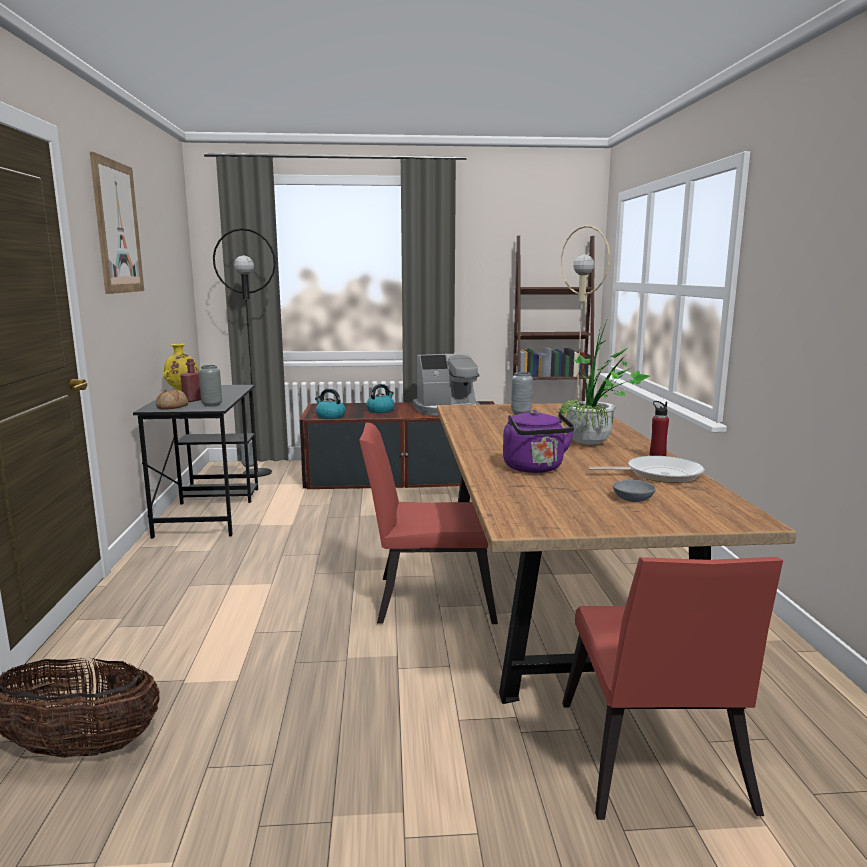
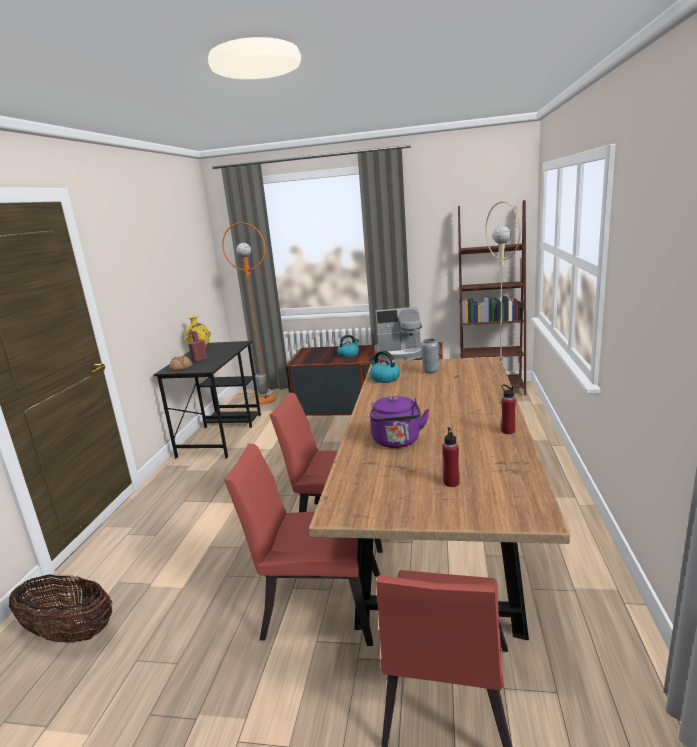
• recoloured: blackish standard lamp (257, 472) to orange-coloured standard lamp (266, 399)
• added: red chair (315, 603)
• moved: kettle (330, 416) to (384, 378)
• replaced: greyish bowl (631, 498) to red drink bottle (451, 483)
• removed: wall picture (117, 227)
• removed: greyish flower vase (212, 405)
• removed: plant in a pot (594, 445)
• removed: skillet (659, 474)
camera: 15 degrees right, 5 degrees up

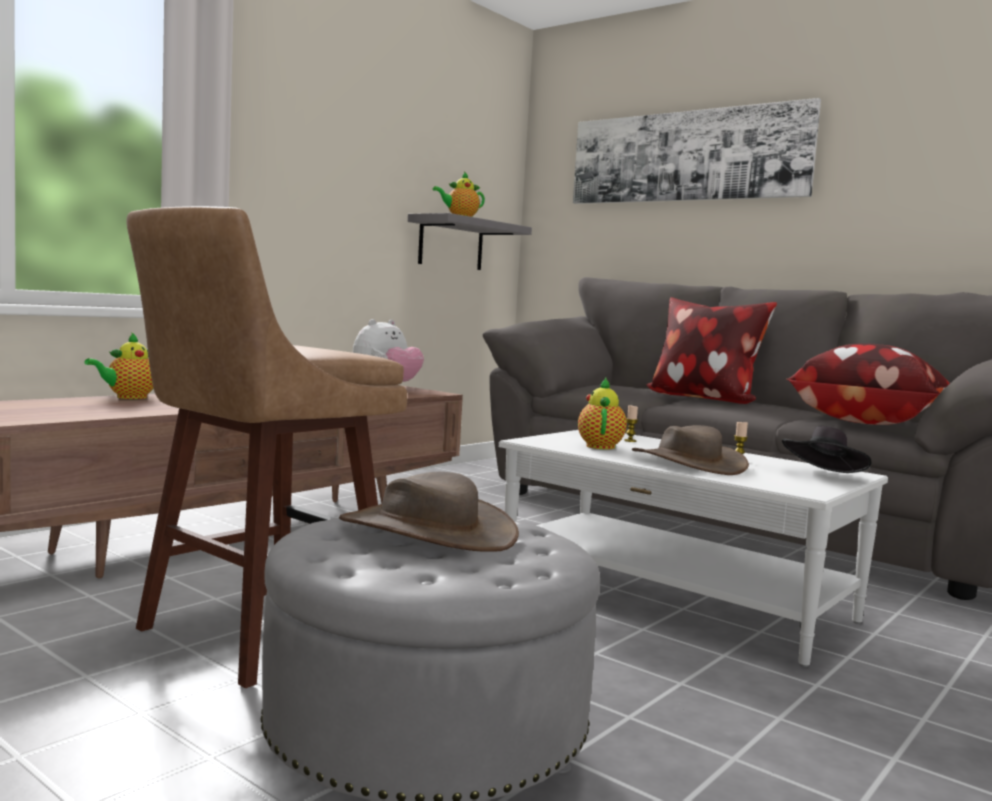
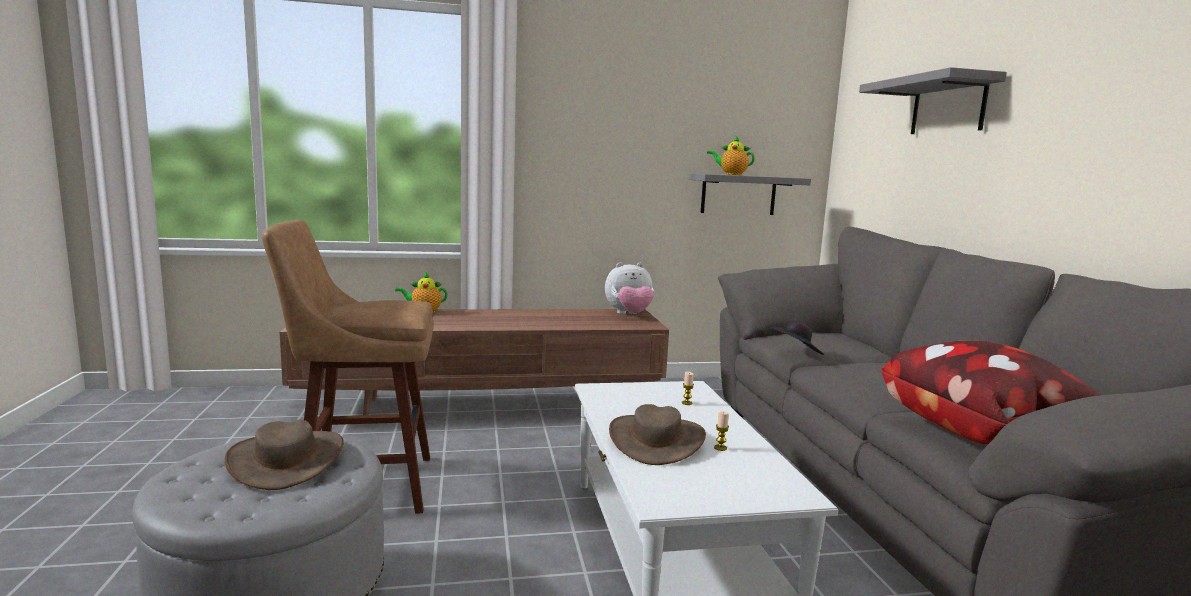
• moved: blackish wearable hat (823, 476) to (795, 353)
• replaced: wall picture (686, 156) to greyish wall shelf (948, 106)
• removed: pot for tea (600, 446)
• removed: throw pillow (703, 398)
camera: 40 degrees right, 5 degrees up

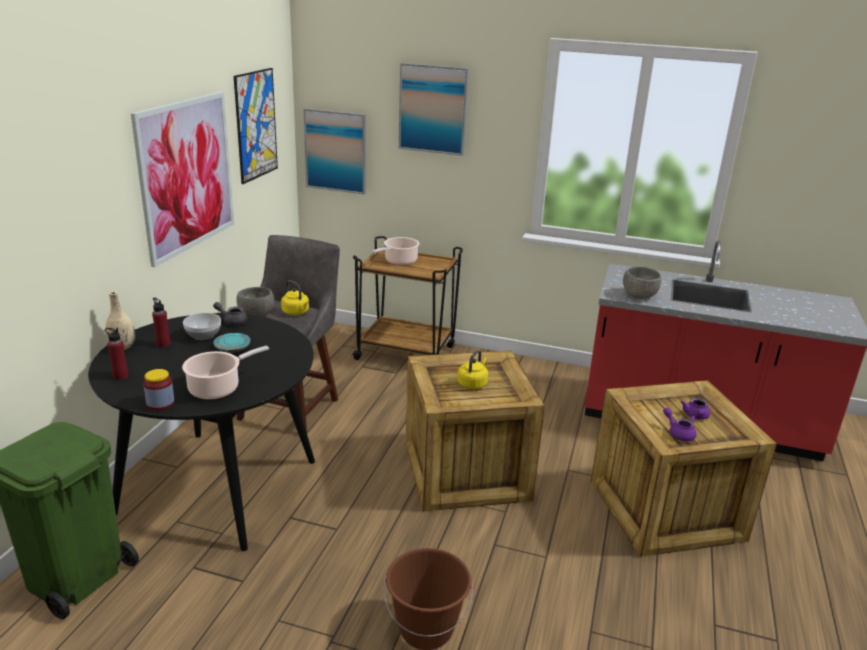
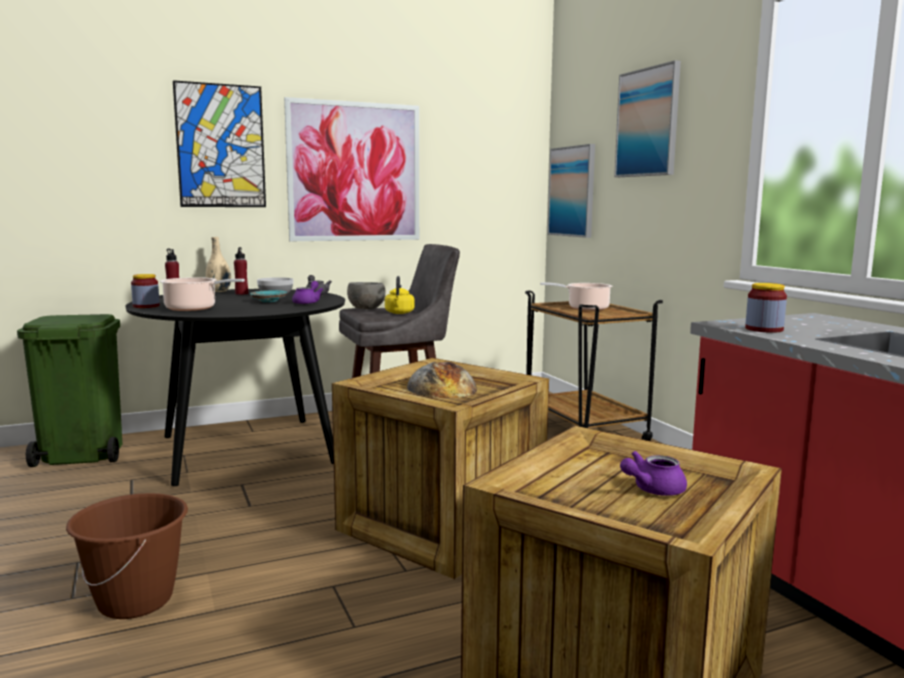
• moved: wall picture (256, 125) to (220, 146)
• moved: purple pot for tea (679, 433) to (308, 302)
• replaced: yellow kettle (473, 384) to bakery bread (442, 387)
• replaced: greyish bowl (638, 296) to preserve jar (764, 329)
camera: 50 degrees right, 15 degrees down

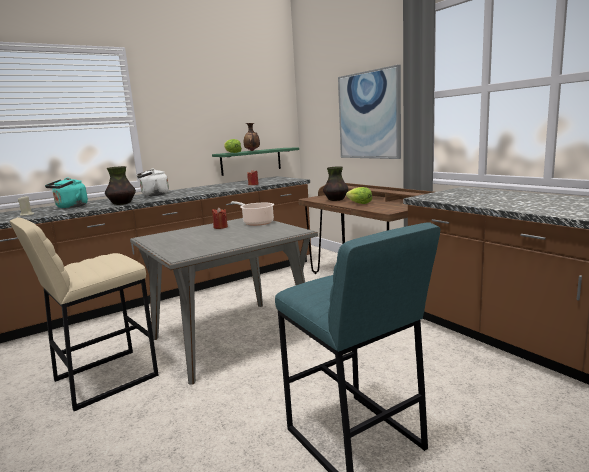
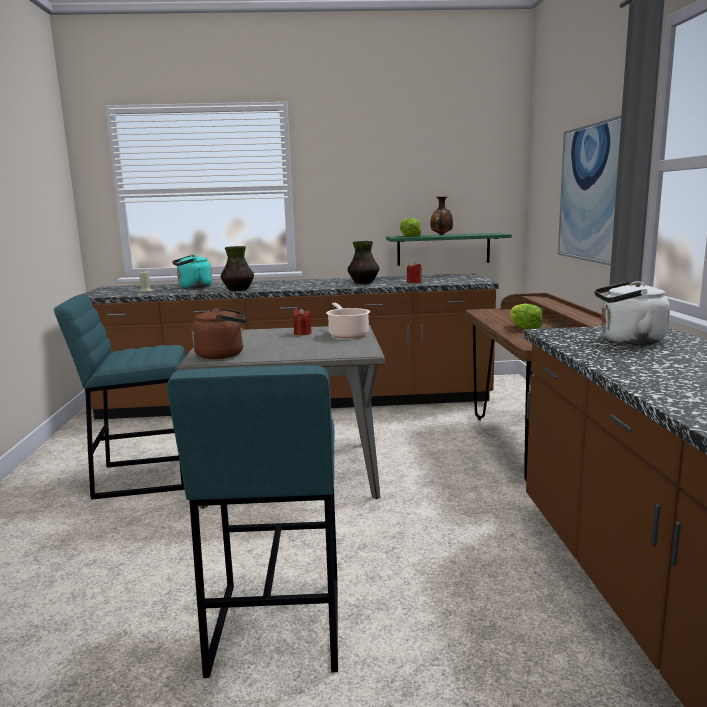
• recoloured: sand-coloured stool (103, 379) to turquoise-coloured stool (141, 477)
• added: brown kettle (223, 355)
• moved: flower vase (336, 200) to (363, 283)
• moved: white kettle (153, 195) to (627, 341)
camera: 30 degrees right, 0 degrees up

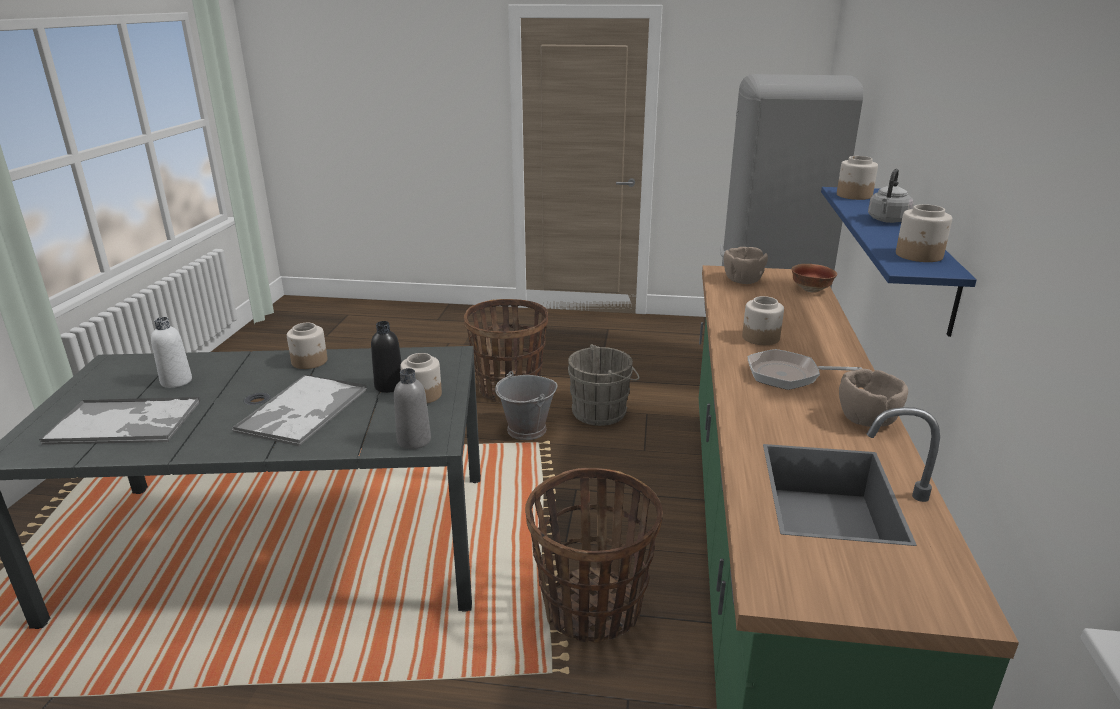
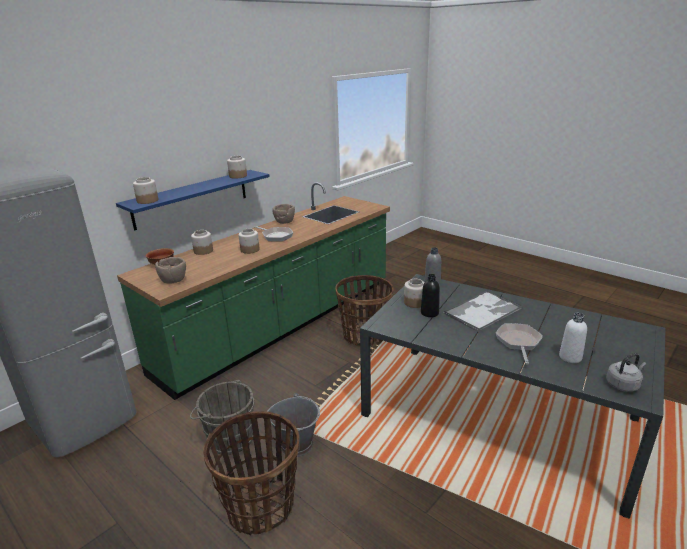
• moved: preserve jar (310, 361) to (203, 251)
• added: skillet (518, 342)
• moved: greyish kettle (887, 220) to (623, 384)
• removed: carrying tray (126, 423)
camera: 145 degrees left, 0 degrees up

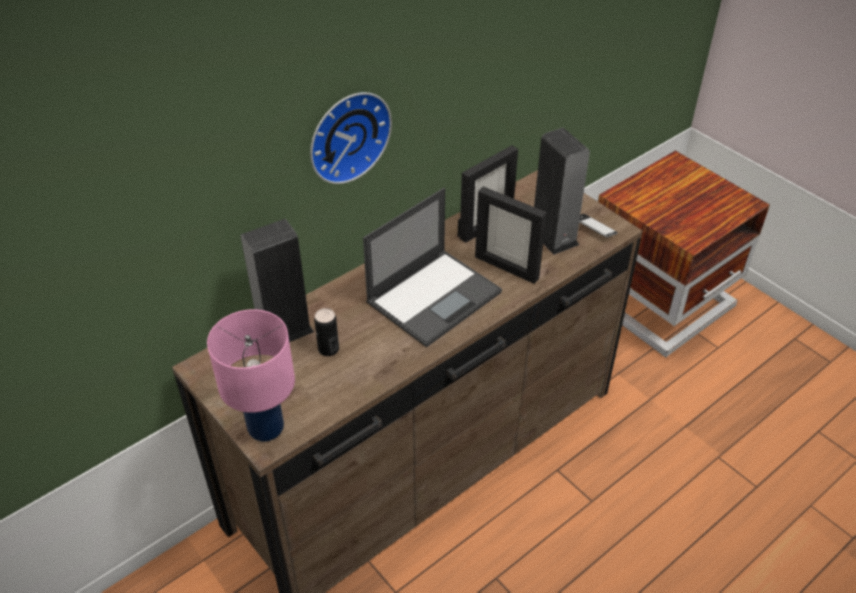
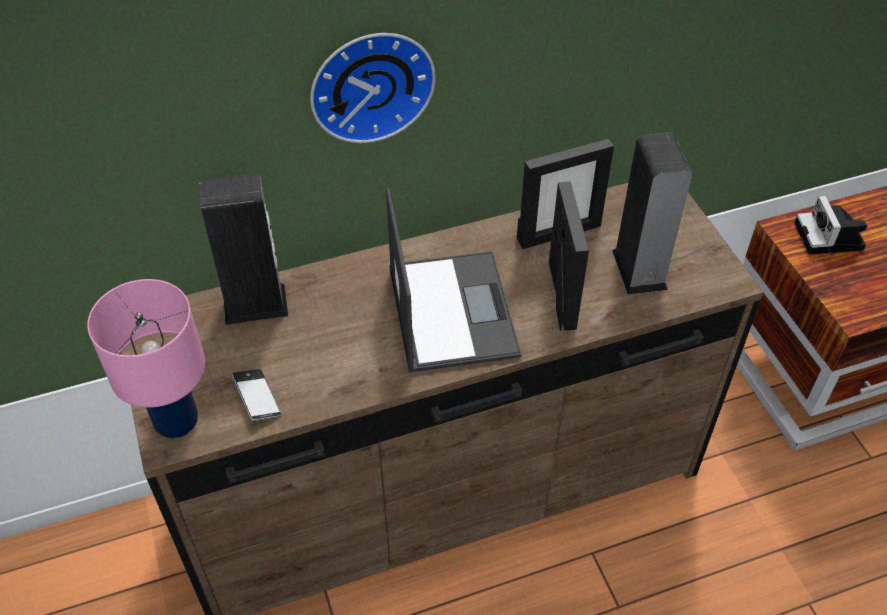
• moved: phone (594, 228) to (257, 398)
• turned: laptop (435, 296) = (451, 310) 75 degrees counterclockwise
• turned: photo frame (507, 267) = (560, 295) 150 degrees counterclockwise
• added: photo camera (830, 238)
• removed: metal can (328, 349)
camera: 20 degrees right, 5 degrees up

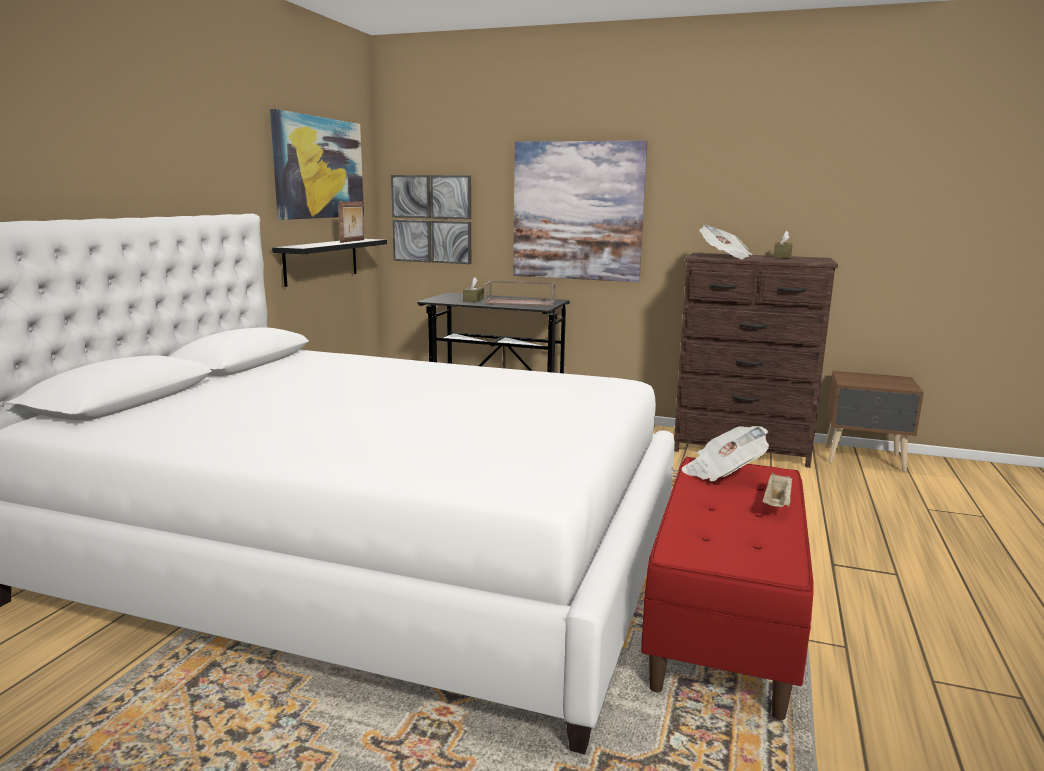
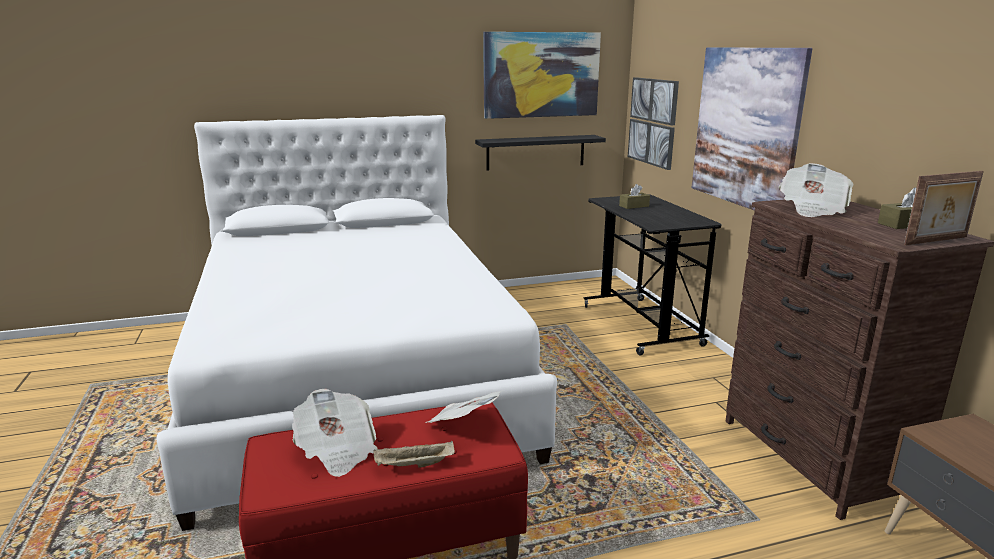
• added: daily paper (337, 450)
• moved: photo frame (353, 241) to (937, 241)
• removed: brown carrying tray (521, 302)
camera: 55 degrees right, 5 degrees up

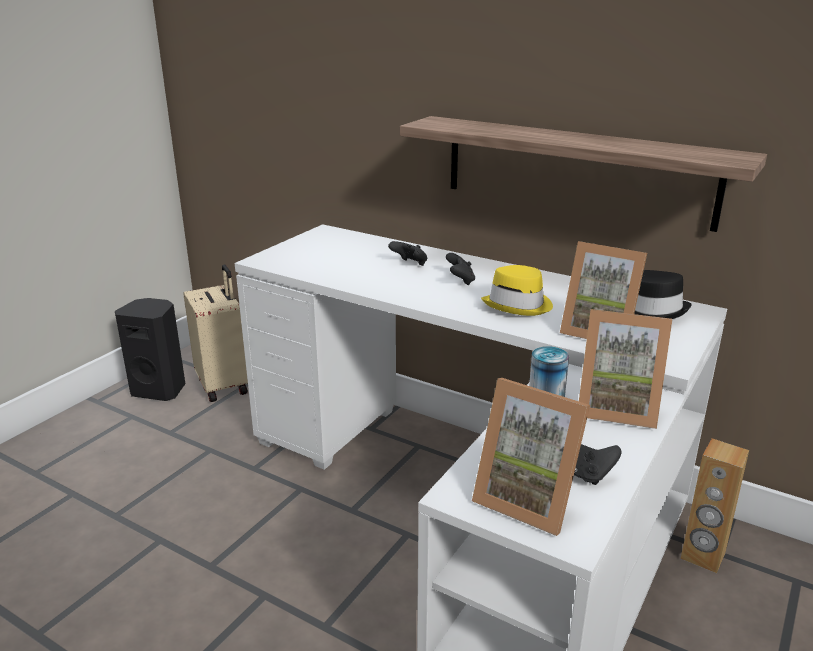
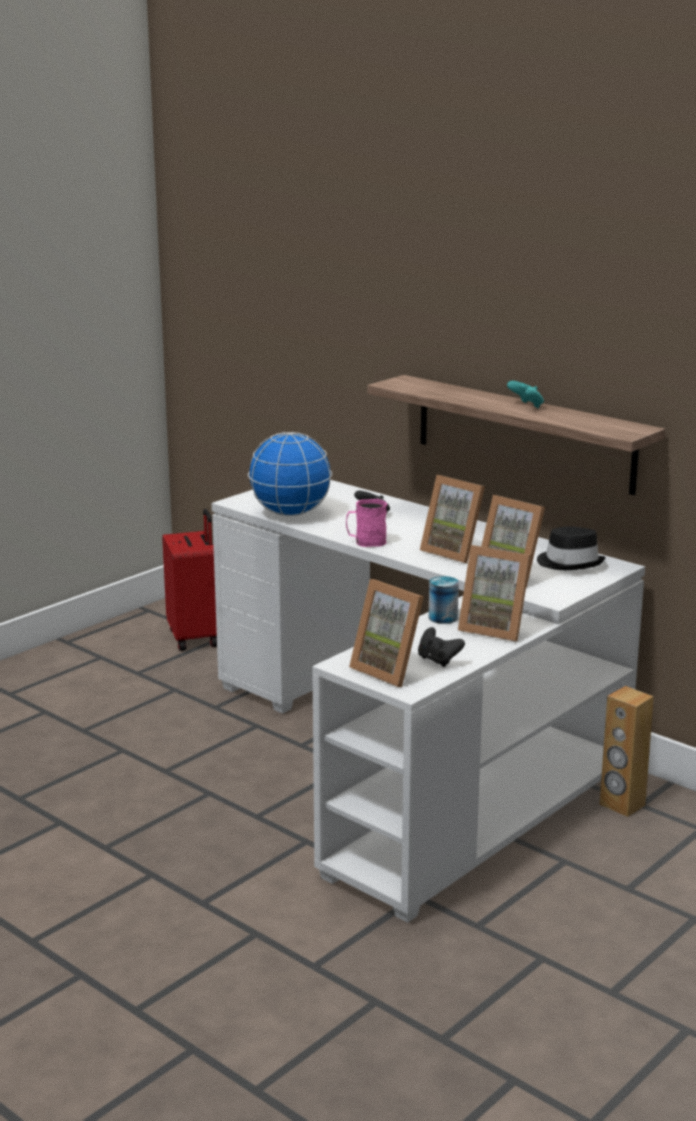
• recoloured: sand-coloured piece of luggage (224, 385) to red piece of luggage (195, 637)
• added: world globe (291, 513)
• added: pink-coloured tea mug (366, 542)
• replaced: yellow wearable hat (519, 305) to photo frame (455, 551)
• added: turquoise-coloured game controller (526, 406)
• removed: blackish speaker (160, 390)
• removed: blackish game controller (460, 281)
camera: 10 degrees right, 5 degrees down

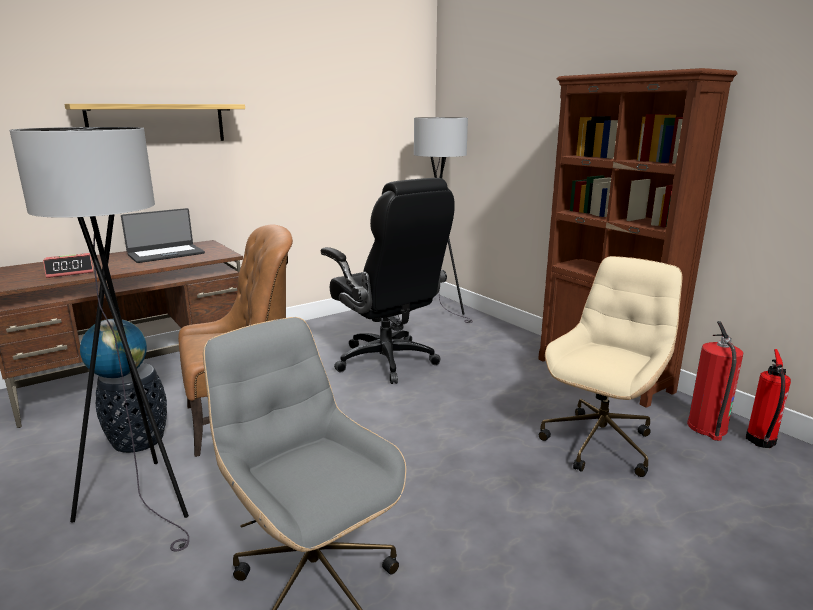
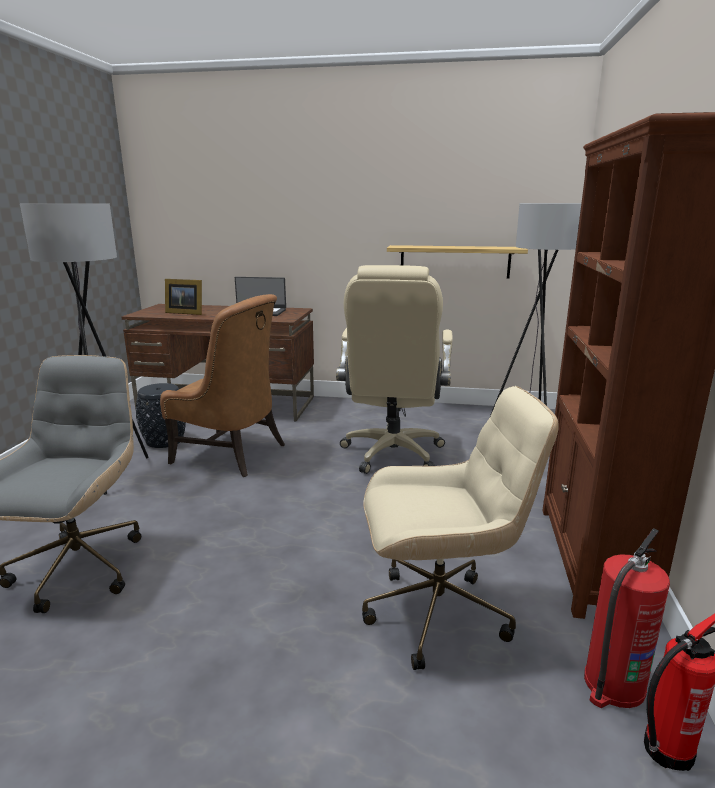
• replaced: bedside clock (70, 271) to photo frame (185, 313)
• recoloured: blackish computer chair (387, 362) to sand-coloured computer chair (392, 454)
• moved: wall shelf (157, 123) to (455, 261)
• removed: world globe (119, 375)
camera: 45 degrees right, 0 degrees up

